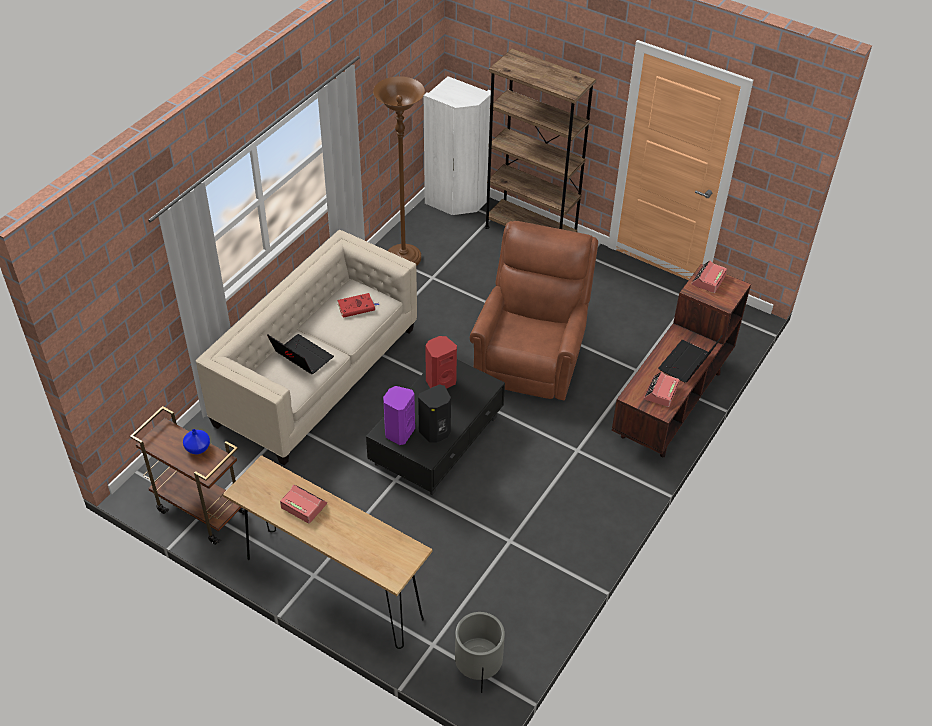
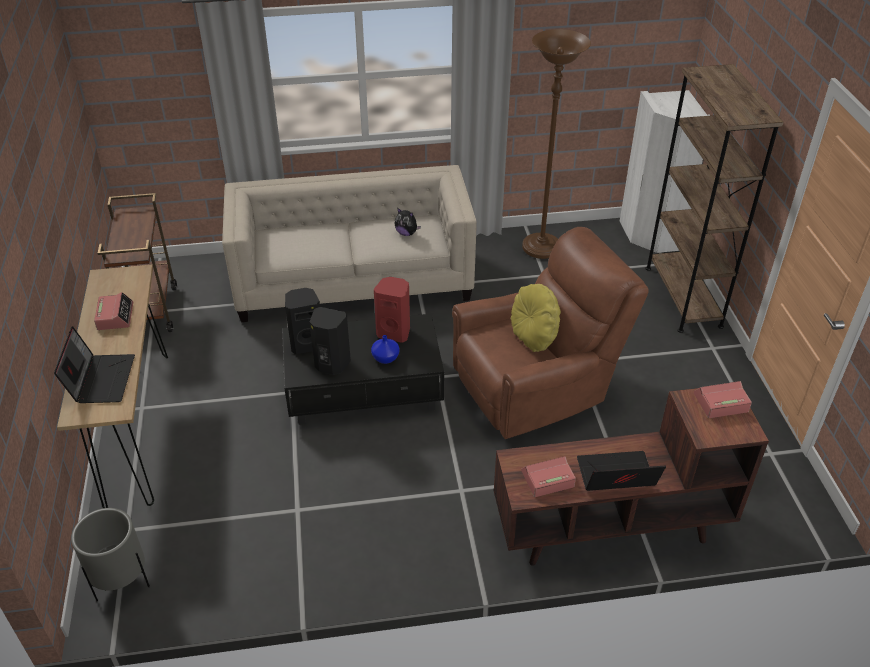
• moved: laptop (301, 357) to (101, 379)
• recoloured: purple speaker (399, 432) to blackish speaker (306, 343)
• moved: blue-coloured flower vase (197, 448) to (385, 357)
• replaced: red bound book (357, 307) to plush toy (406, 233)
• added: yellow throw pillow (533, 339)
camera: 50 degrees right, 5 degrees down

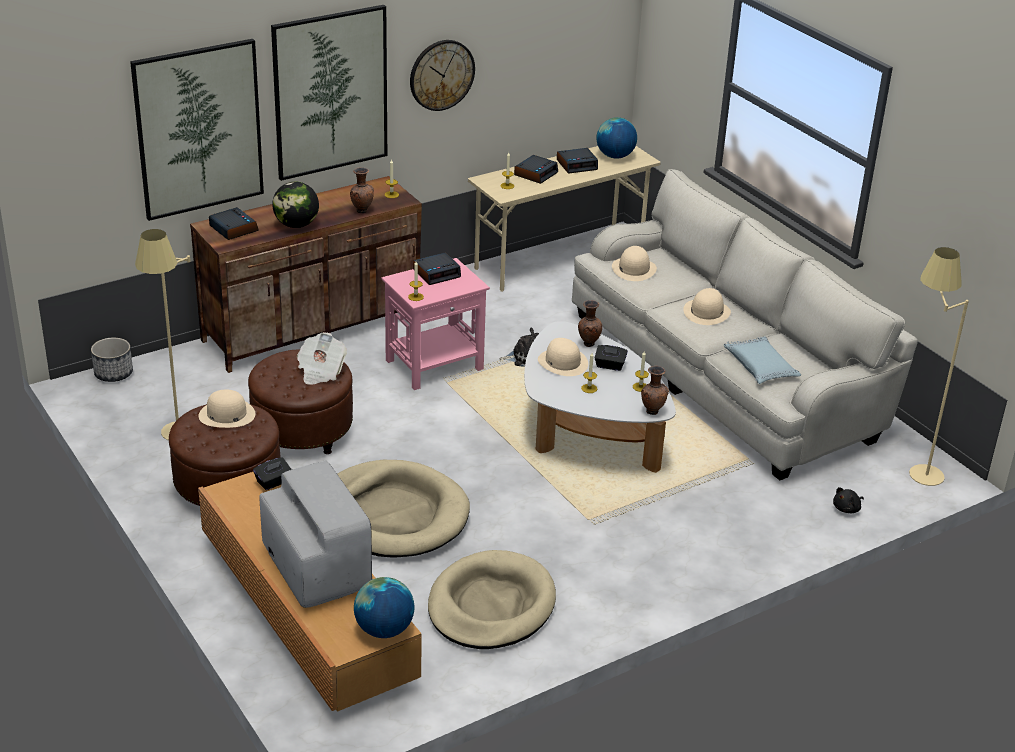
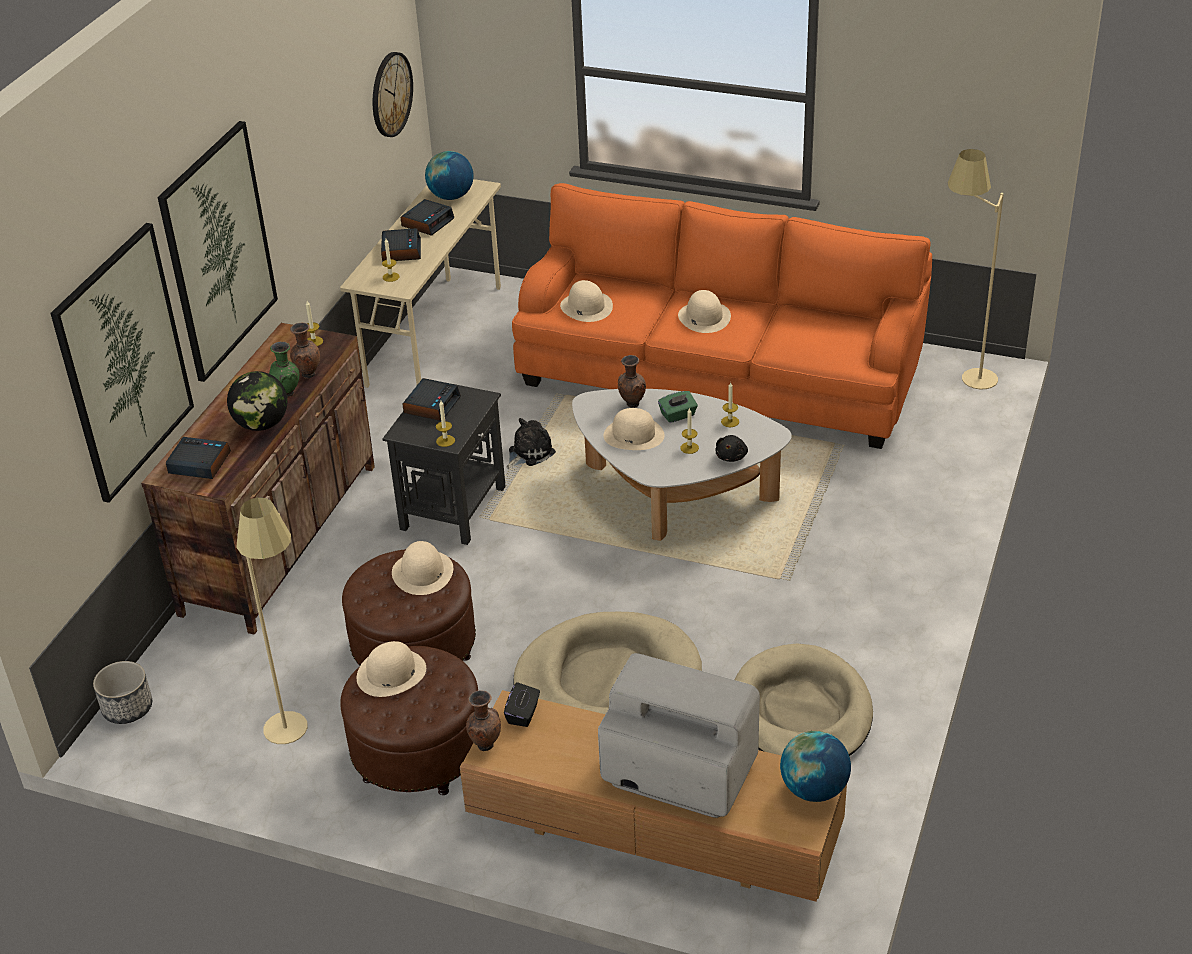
• added: green-coloured flower vase (288, 394)
• moved: wall clock (441, 75) to (391, 94)
• recoloured: pink-coloured accent table (435, 364) to blackish accent table (454, 507)
• replaced: daily paper (320, 371) to sand-coloured wearable hat (423, 572)
• moved: brown flower vase (652, 411) to (485, 744)
• recoloured: white couch (724, 374) to orange-coloured couch (719, 374)
• recoloured: blackish box of tissues (609, 365) to green-coloured box of tissues (678, 415)
• moved: blackish plush toy (847, 509) to (731, 456)
• removed: blue-coloured throw pillow (760, 365)
camera: 35 degrees left, 5 degrees up

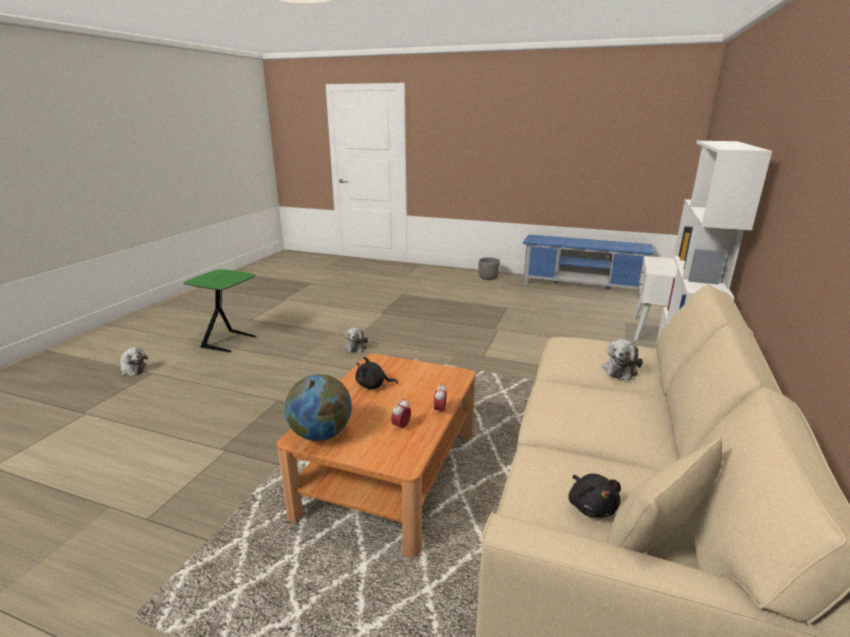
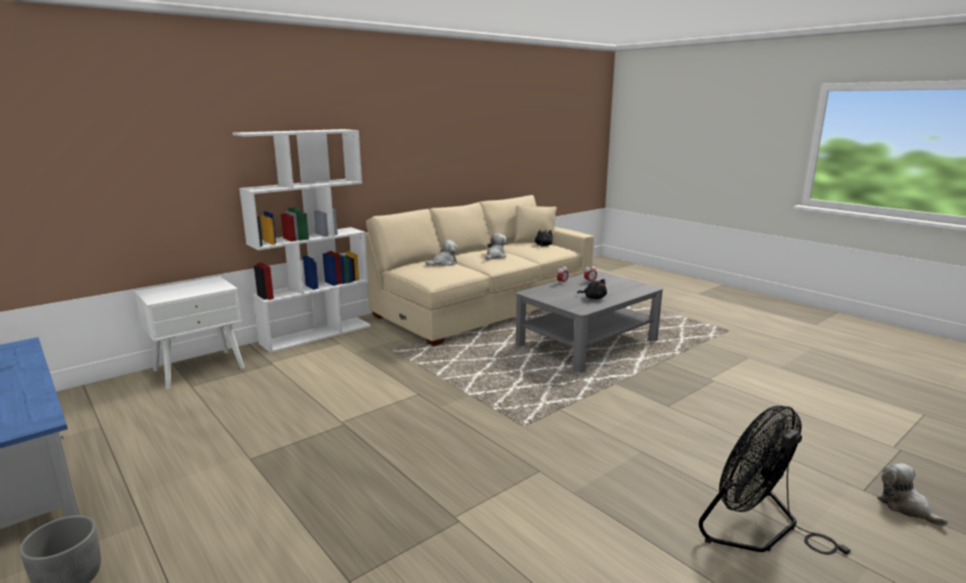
• moved: plush toy (356, 347) to (495, 256)
• recoloured: brown coffee table (390, 472) to greyish coffee table (587, 342)
• replaced: green-coloured accent table (231, 342) to blackish fan (764, 527)
• removed: world globe (321, 434)
camera: 150 degrees left, 5 degrees down

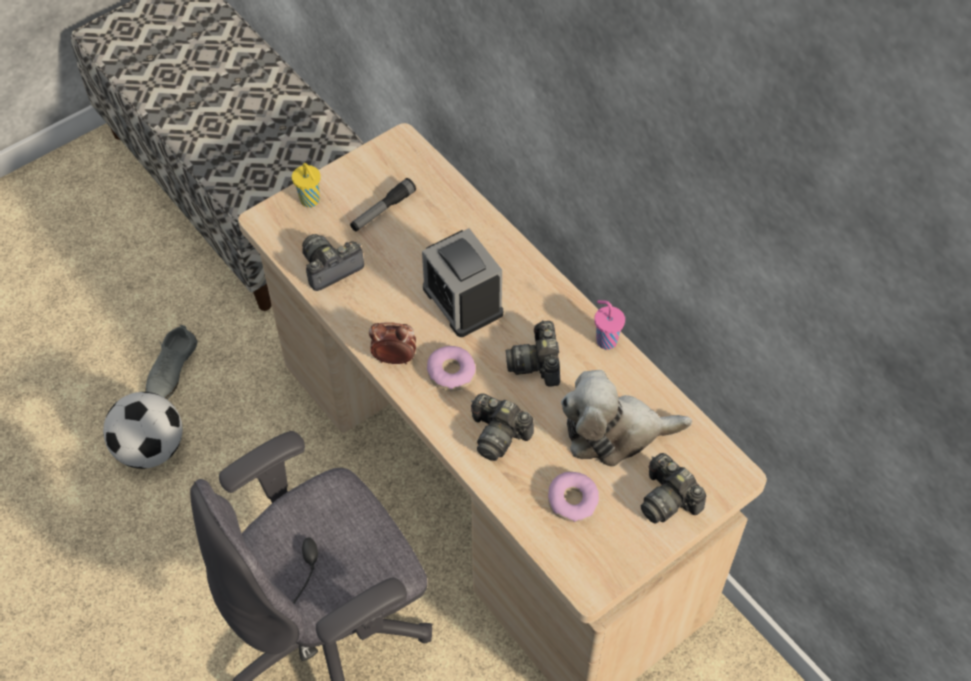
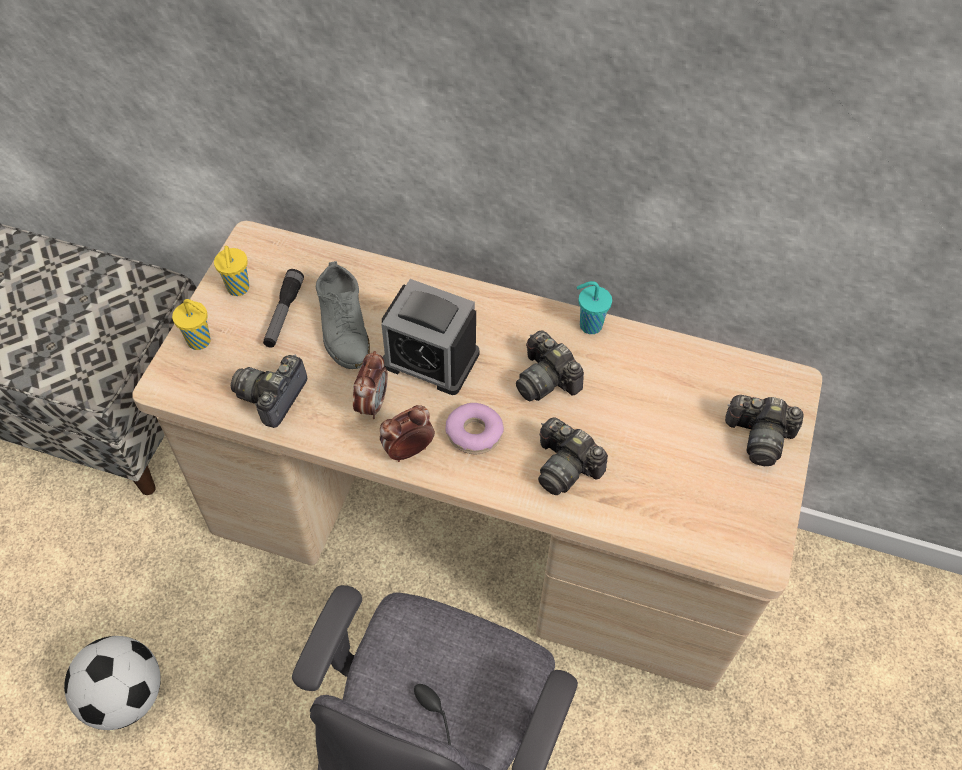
• added: yellow small cup (238, 289)
• moved: greyish shoe (171, 370) to (344, 326)
• added: bedside clock (372, 404)
• turned: photo camera (498, 434) = (565, 467) 45 degrees clockwise
• recoloured: pink-coloured small cup (605, 340) to turquoise-coloured small cup (589, 325)
• removed: ring doughnut (572, 501)
• removed: plush toy (615, 432)
camera: 35 degrees left, 0 degrees up

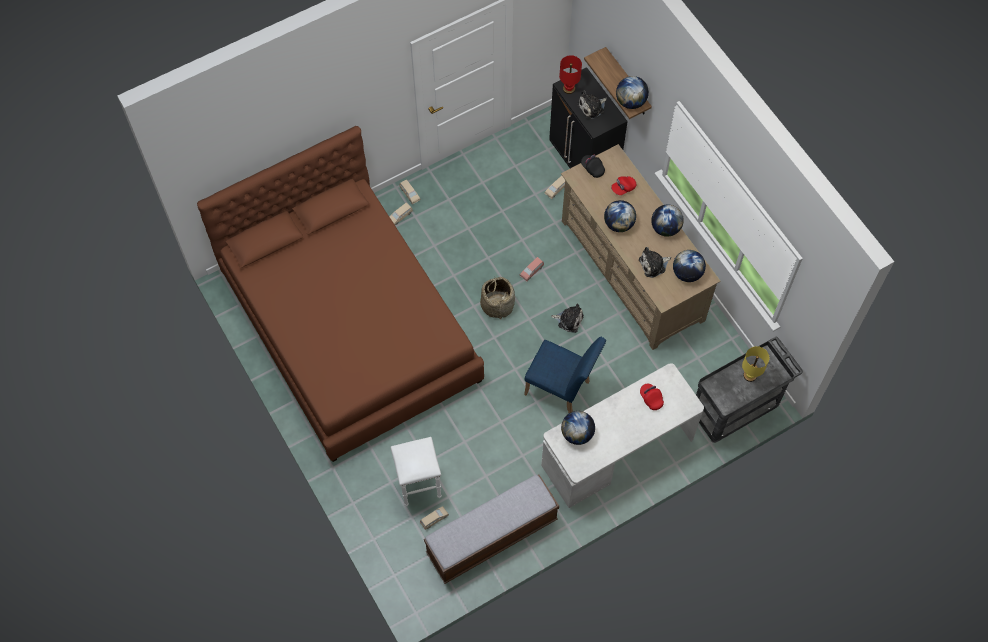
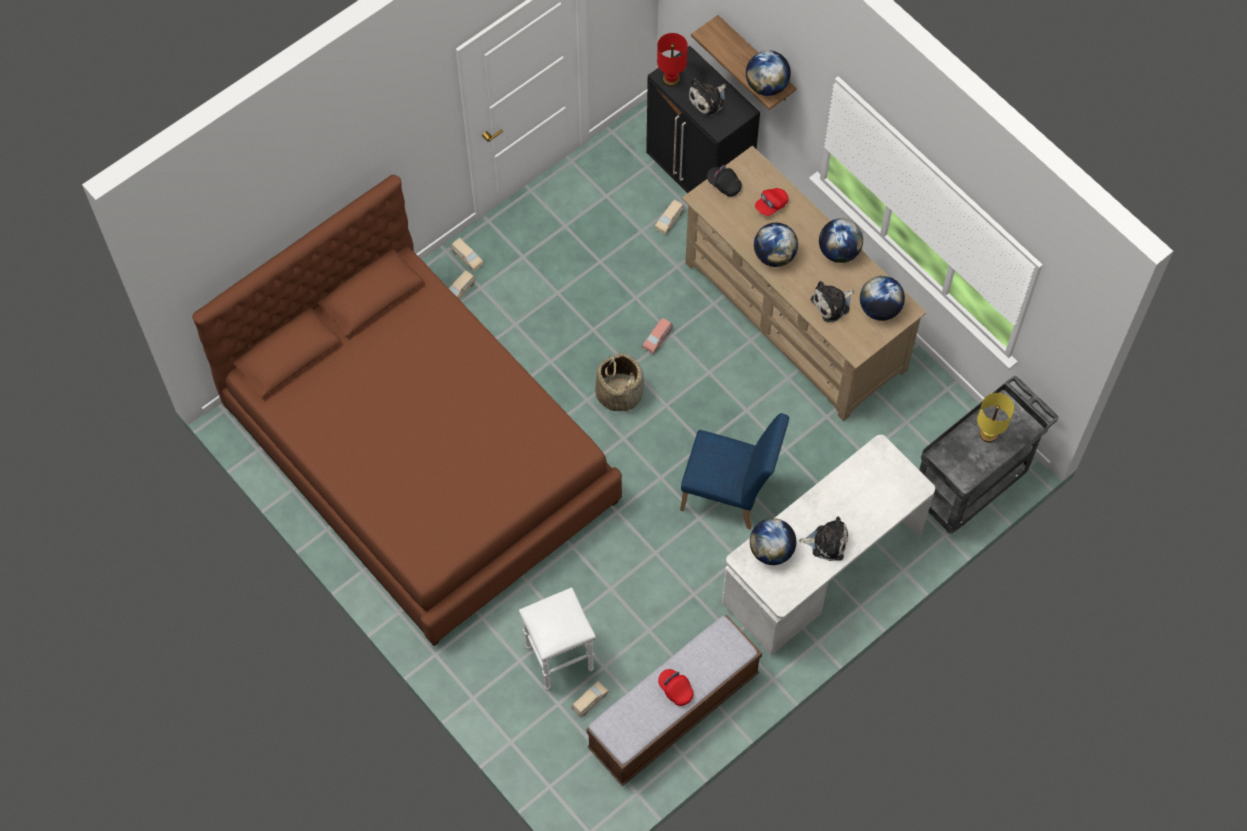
• moved: red baseball cap (651, 398) to (675, 689)
• moved: plush toy (569, 320) to (827, 542)
camera: 10 degrees left, 0 degrees up

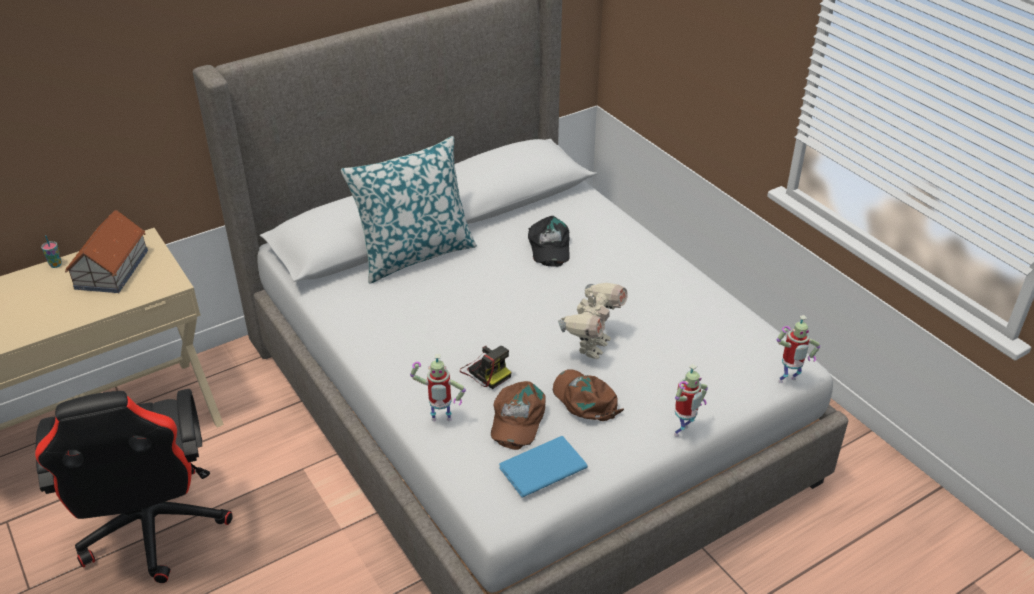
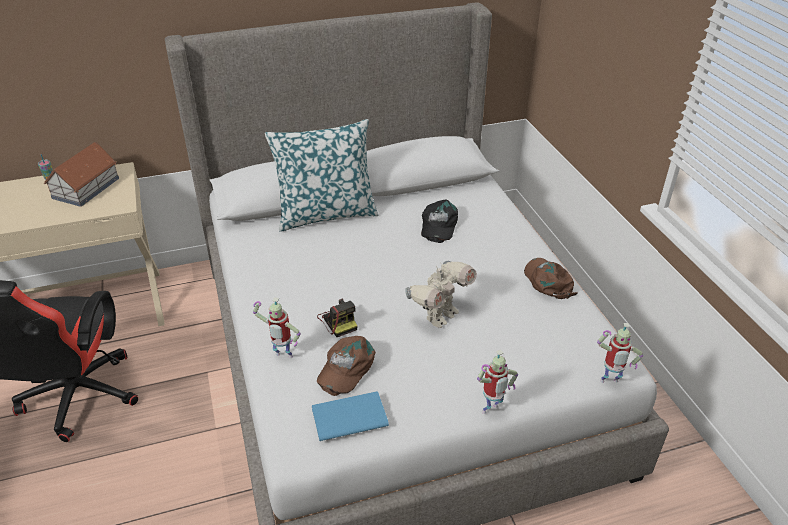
• moved: brown baseball cap (585, 399) to (548, 281)
camera: 15 degrees right, 0 degrees up

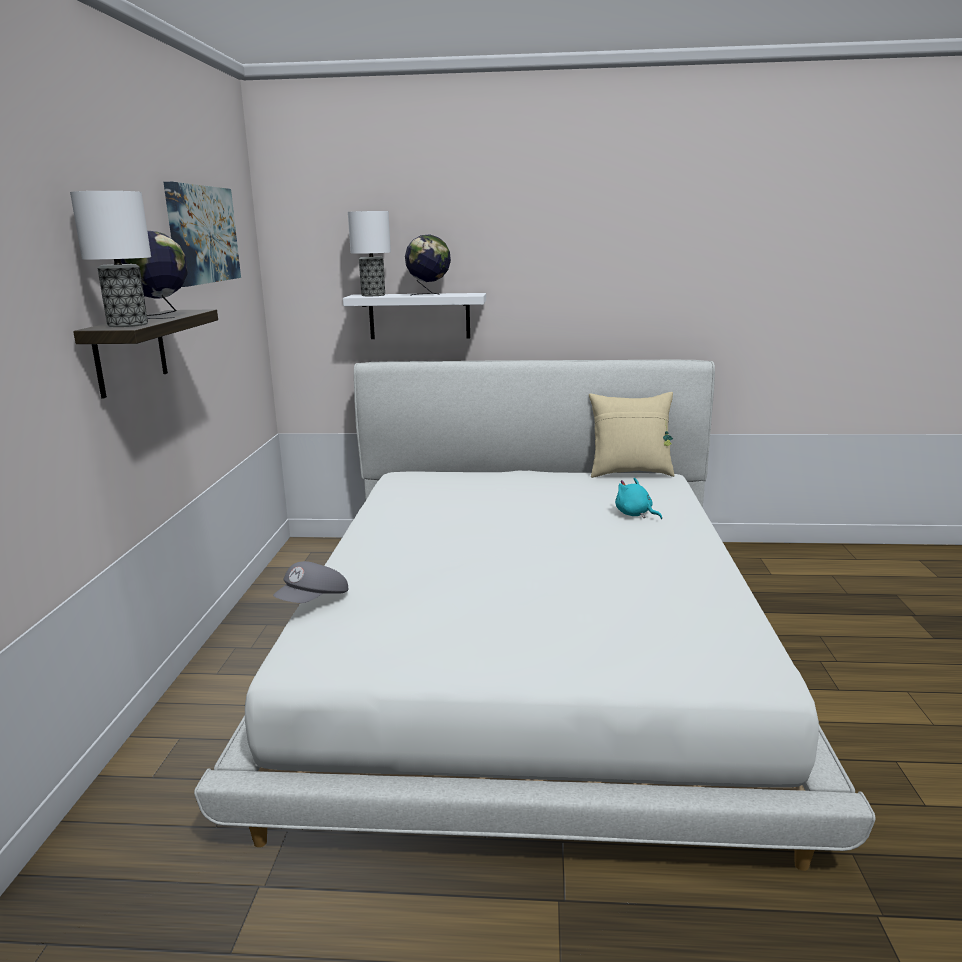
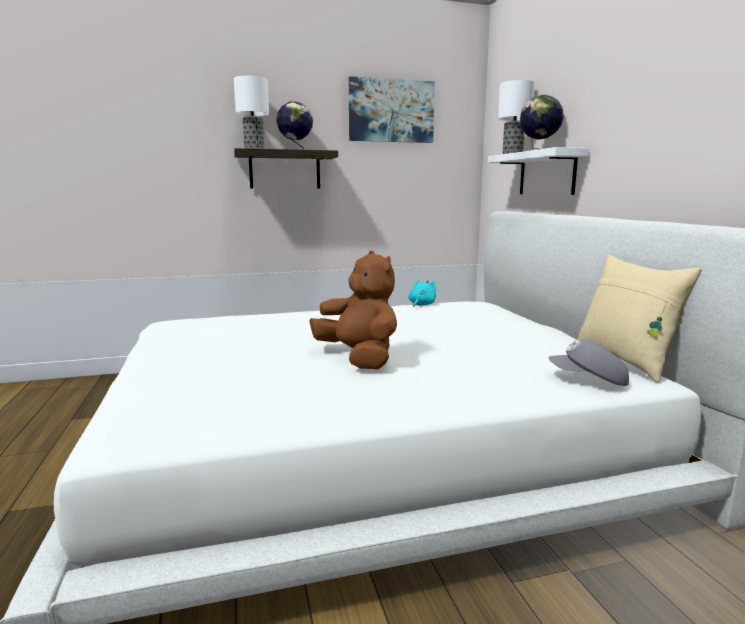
• added: brown plush toy (359, 358)
• moved: turquoise-coloured plush toy (635, 514) to (421, 305)
• moved: greyish baseball cap (313, 601) to (588, 380)
camera: 70 degrees right, 5 degrees down

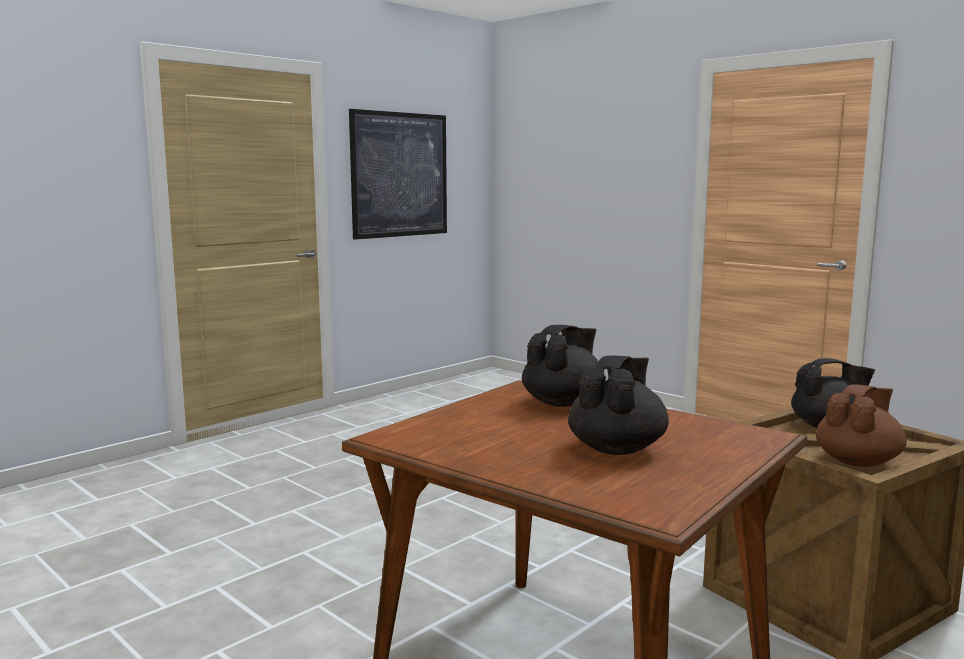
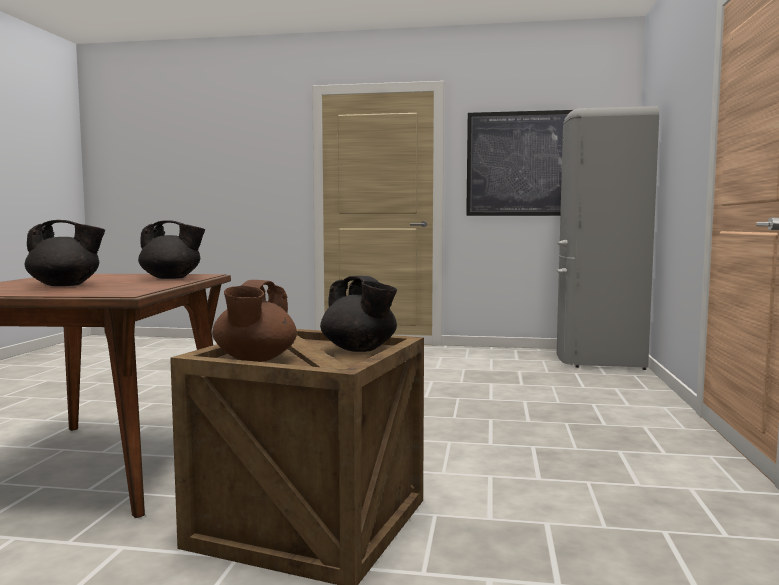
• turned: brown pot for tea (858, 462) = (255, 359) 90 degrees clockwise
• added: greyish kitchen fridge (597, 360)
camera: 55 degrees right, 5 degrees down

